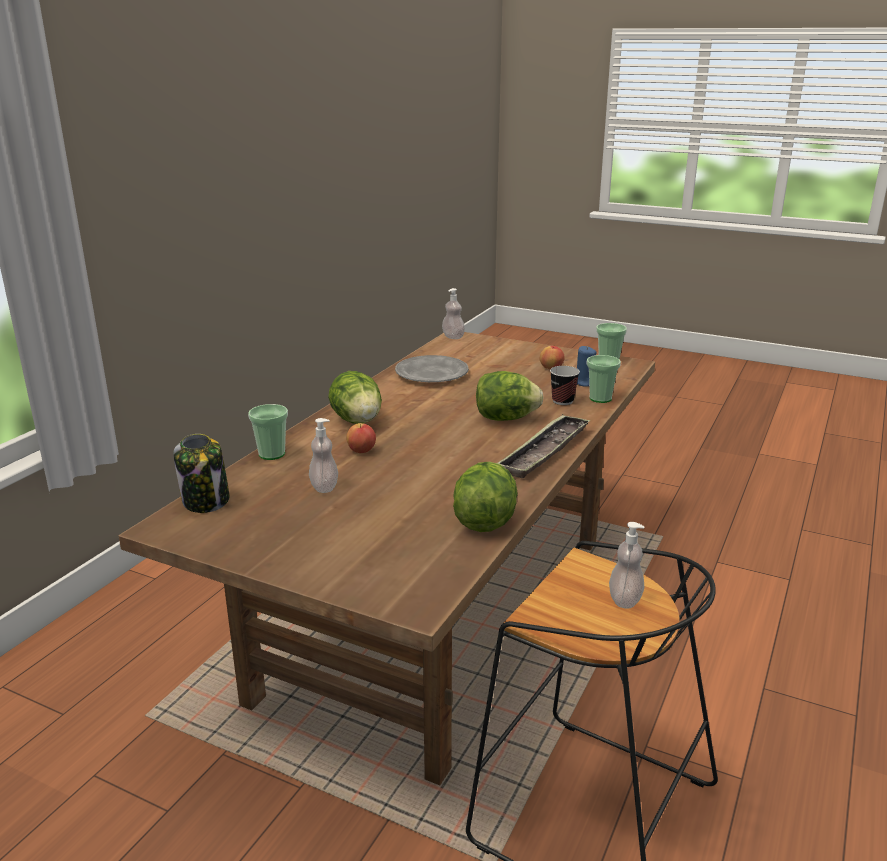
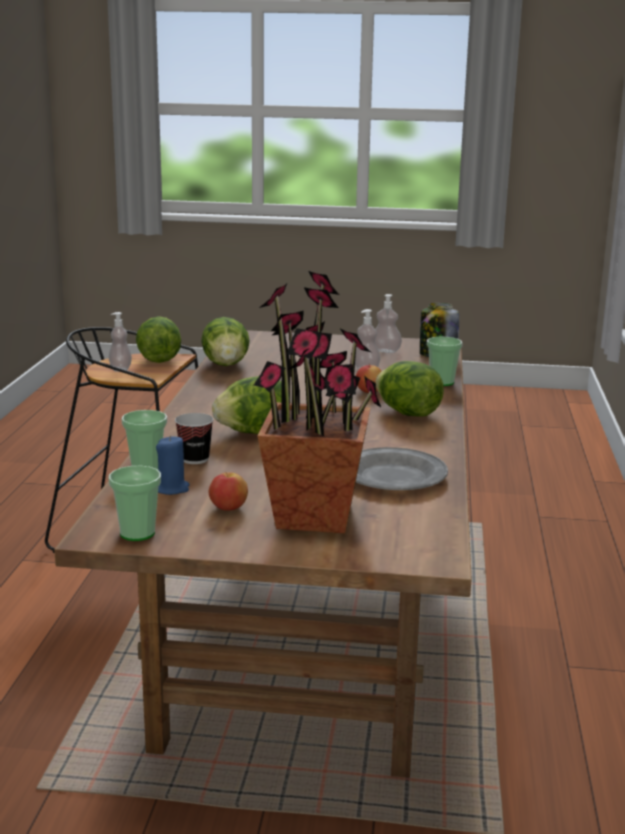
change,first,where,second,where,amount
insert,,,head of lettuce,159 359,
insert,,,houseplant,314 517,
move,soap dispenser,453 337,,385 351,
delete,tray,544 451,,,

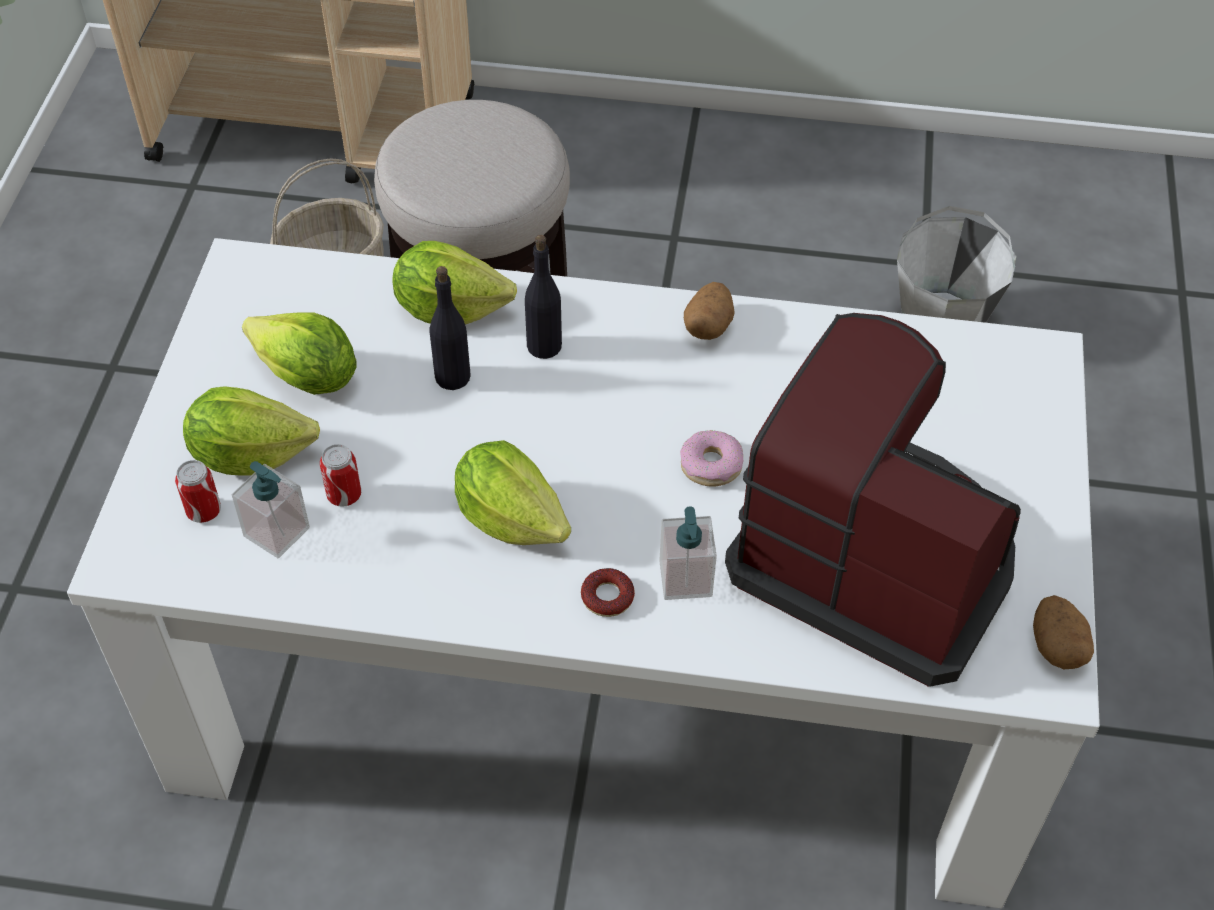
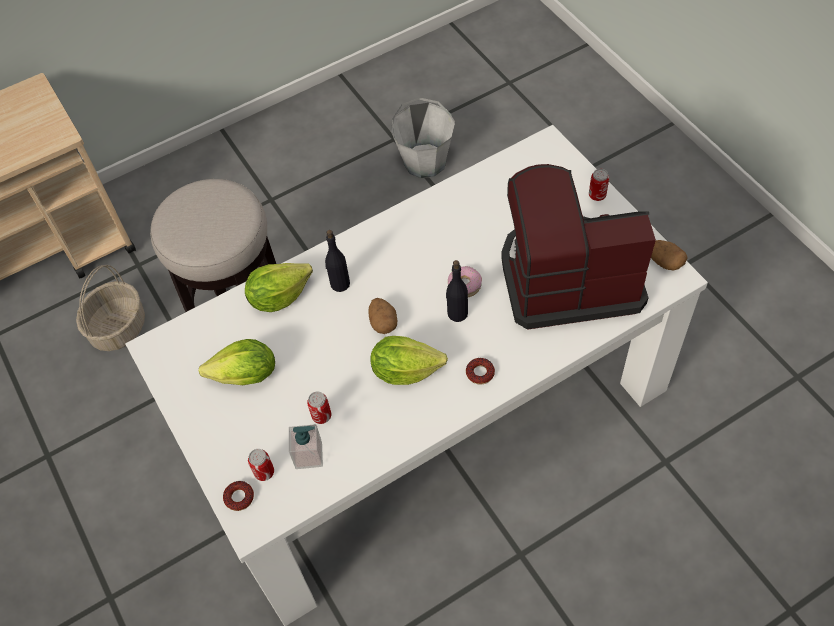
change,first,where,second,where,amount
insert,,,doughnut,239 497,
move,spud,708 326,,383 322,
move,beverage bottle in black-coloured,452 376,,457 313,
insert,,,metal can,597 195,
delete,head of lettuce,250 454,,,
delete,soap dispenser,685 579,,,

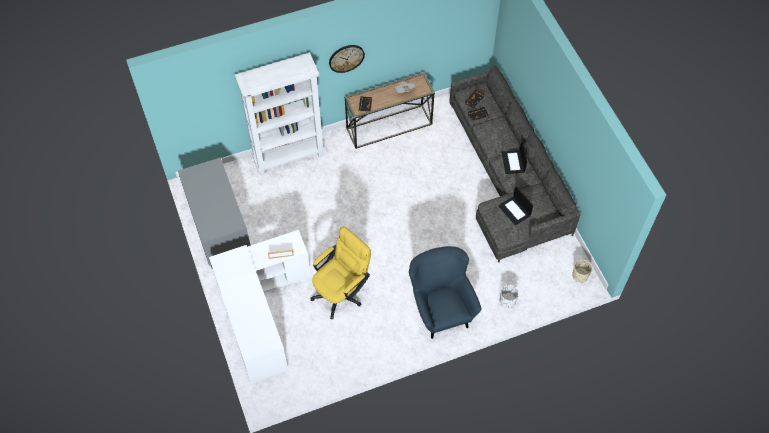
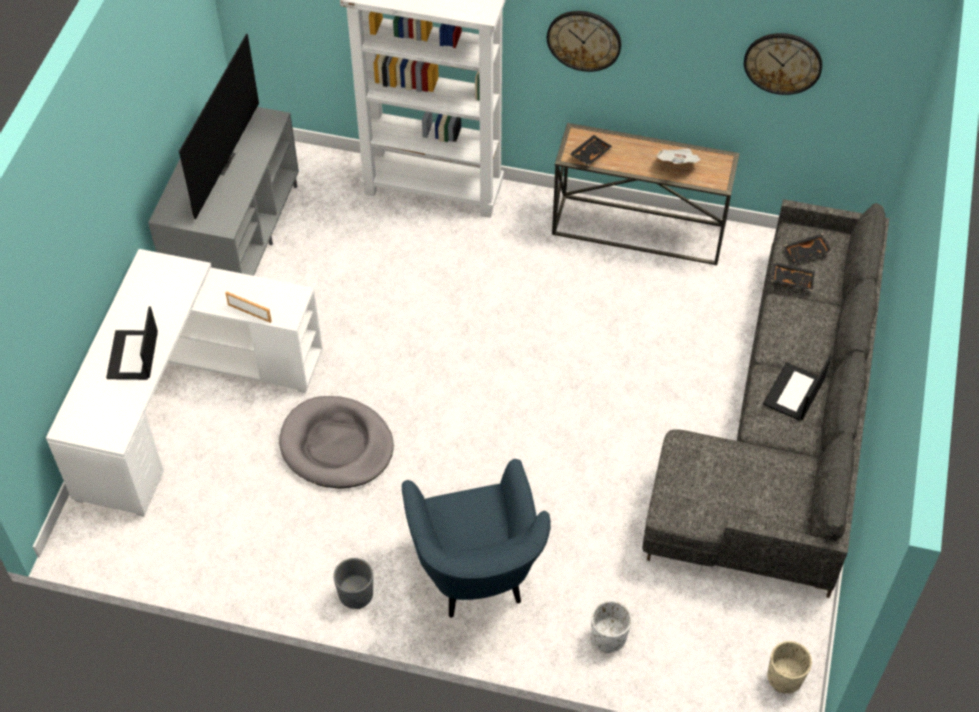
change,first,where,second,where,amount
move,notebook computer,515 211,,133 356,
insert,,,TV set,220 162,
replace,office chair in yellow,341 292,dog bed in grey,336 446,
insert,,,planter in grey,356 594,
rotate,easy chair in bluish,440 309,,476 577,150 degrees clockwise
insert,,,wall clock,783 63,

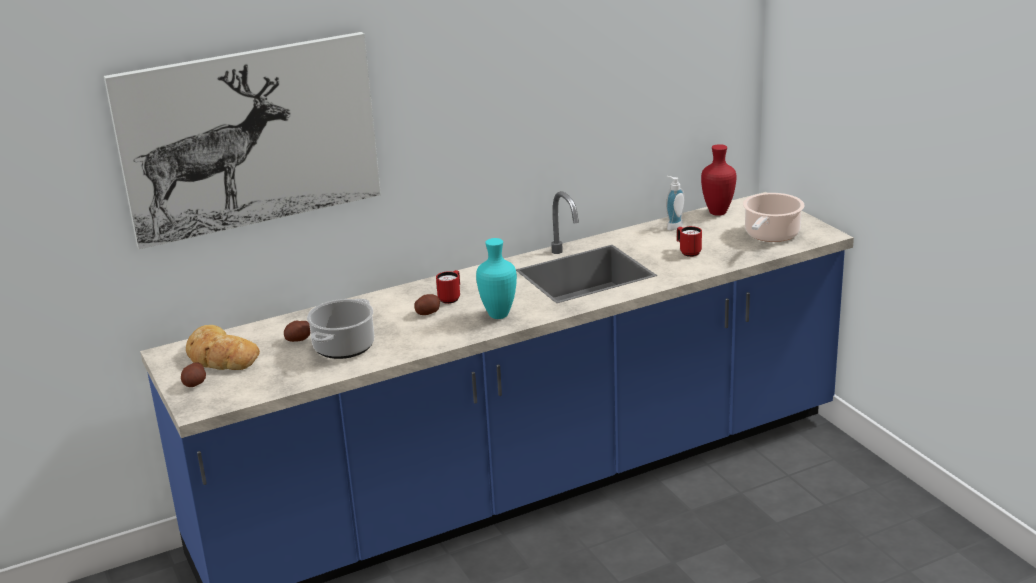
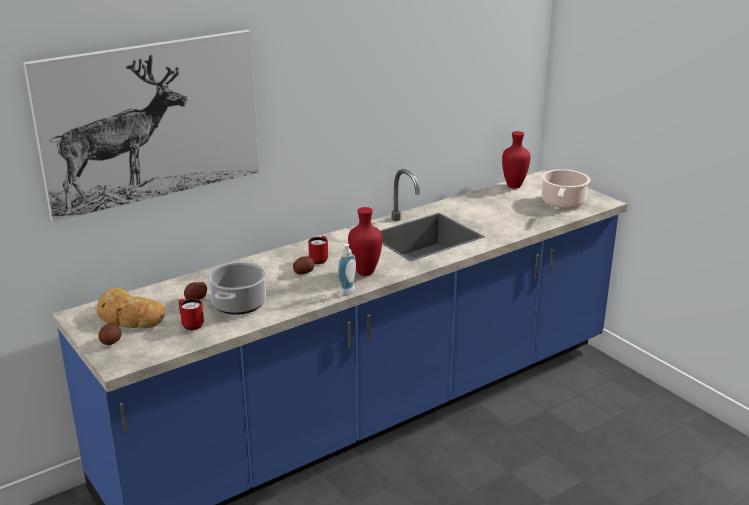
change,first,where,second,where,amount
move,mug in red,688 252,,190 324,
move,soap dispenser,673 226,,345 291,
recolor,vase in turquoise-coloured,498 316,vase in red,365 273,

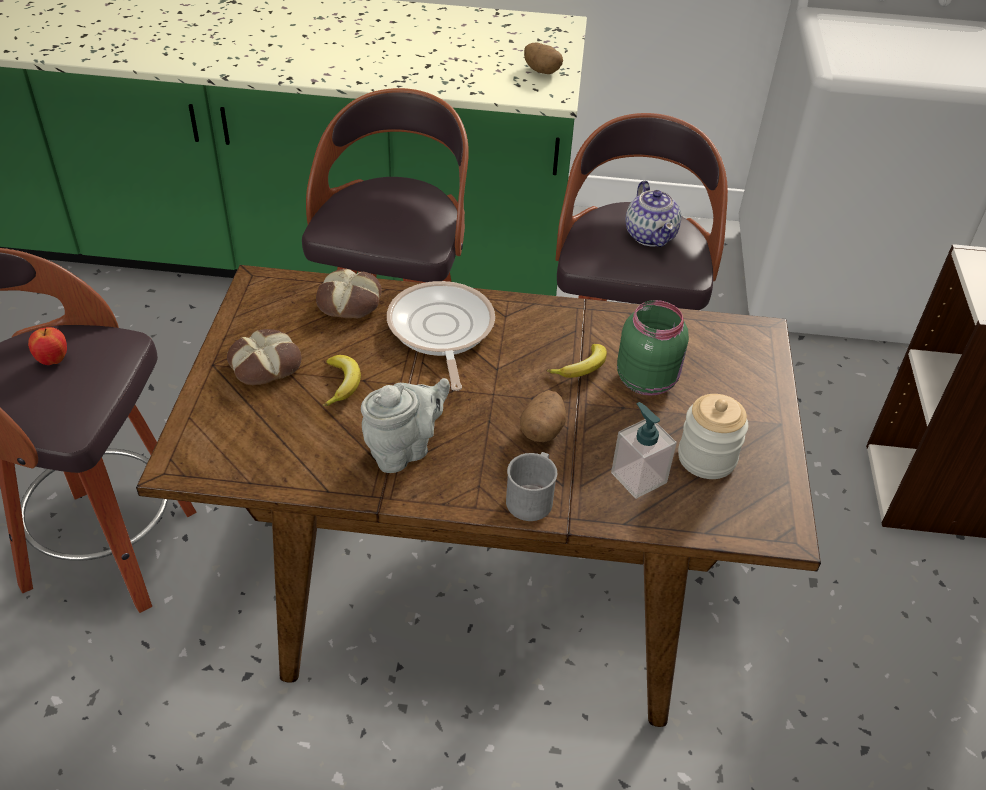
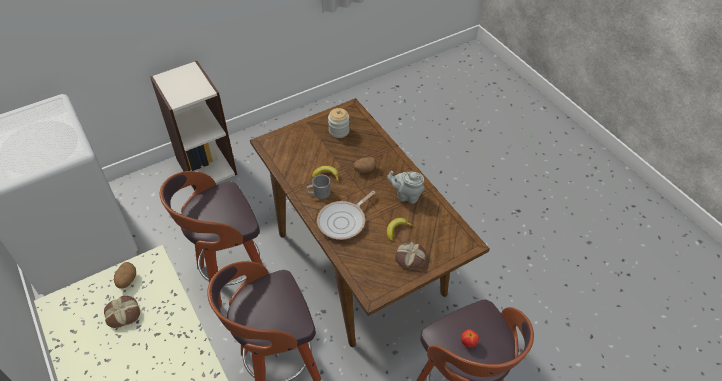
change,first,where,second,where,amount
move,bakery bread,350 301,,123 313,
move,mug in grey,532 497,,319 193,
delete,soap dispenser,638 477,,,
delete,preserve jar in green,647 379,,,
delete,tea pot,650 235,,,

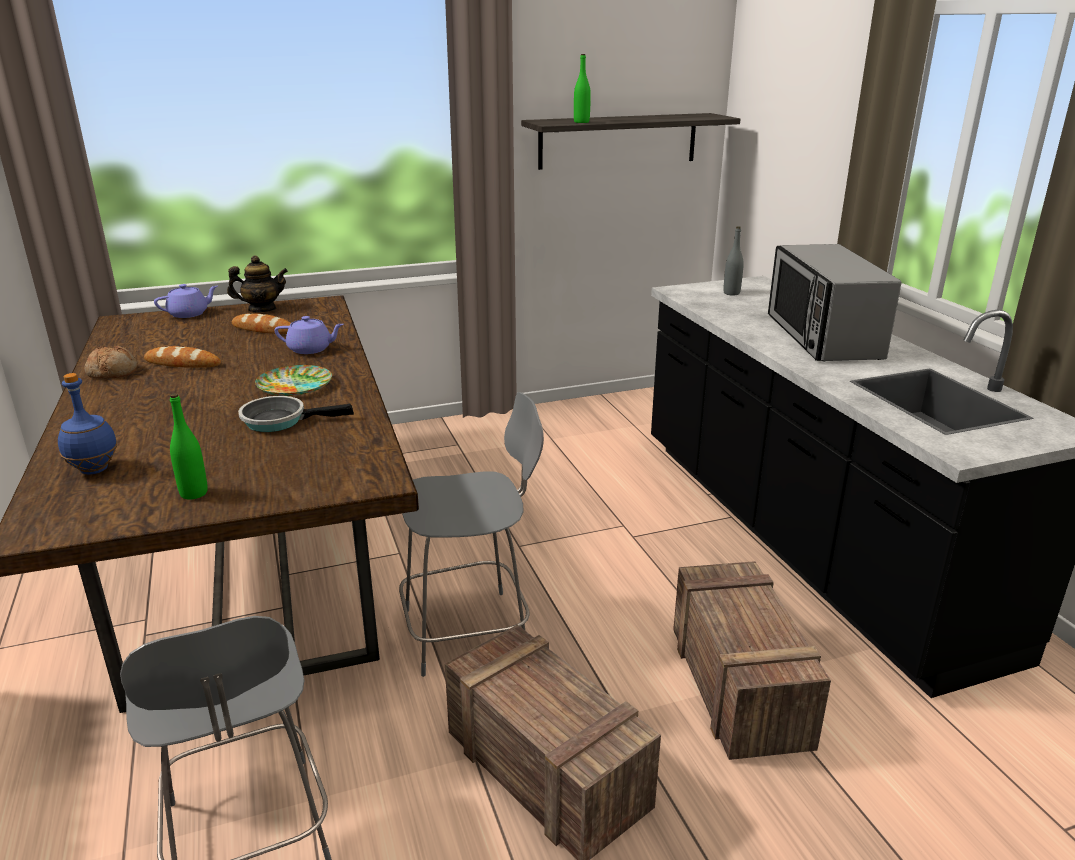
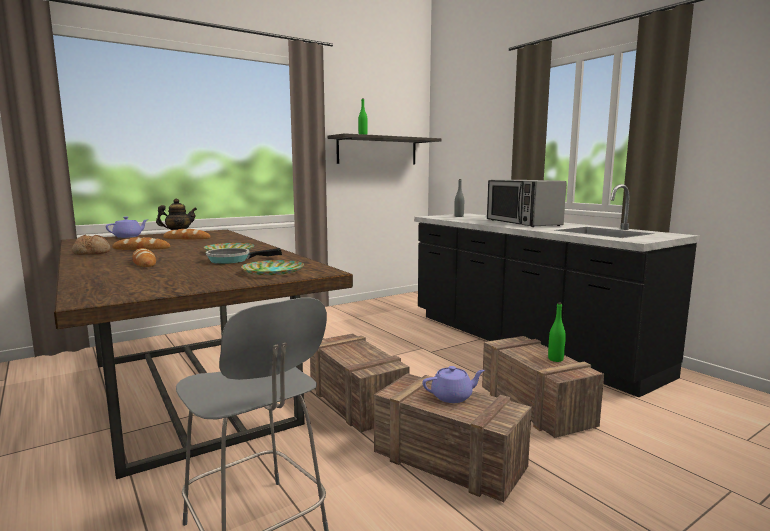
change,first,where,second,where,amount
insert,,,bakery bread,144 262,
insert,,,flat dish,272 271,
replace,plain chair in grey,470 631,crate,358 403,
move,tea pot in purple-coloured,311 349,,452 397,
move,beverage bottle in green,194 493,,555 359,
delete,beverage bottle in bluish,94 470,,,

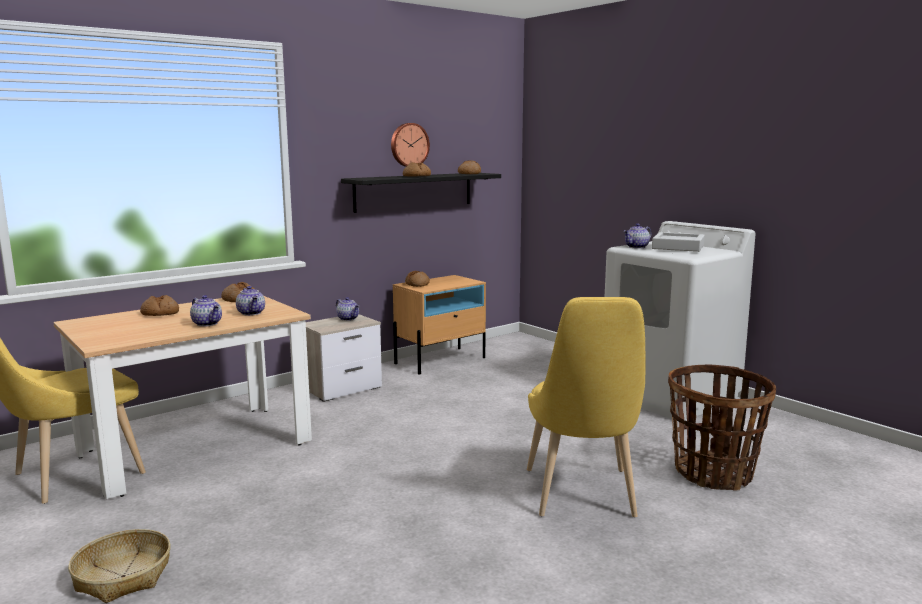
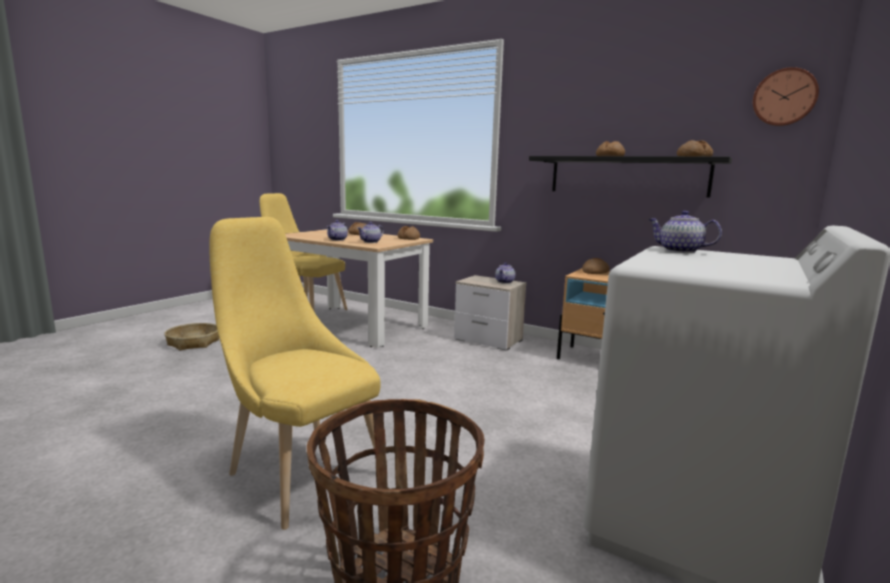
change,first,where,second,where,amount
rotate,plain chair in yellow,582 497,,300 471,60 degrees clockwise
move,wall clock,409 145,,784 97,
delete,tray in grey,678 247,,,

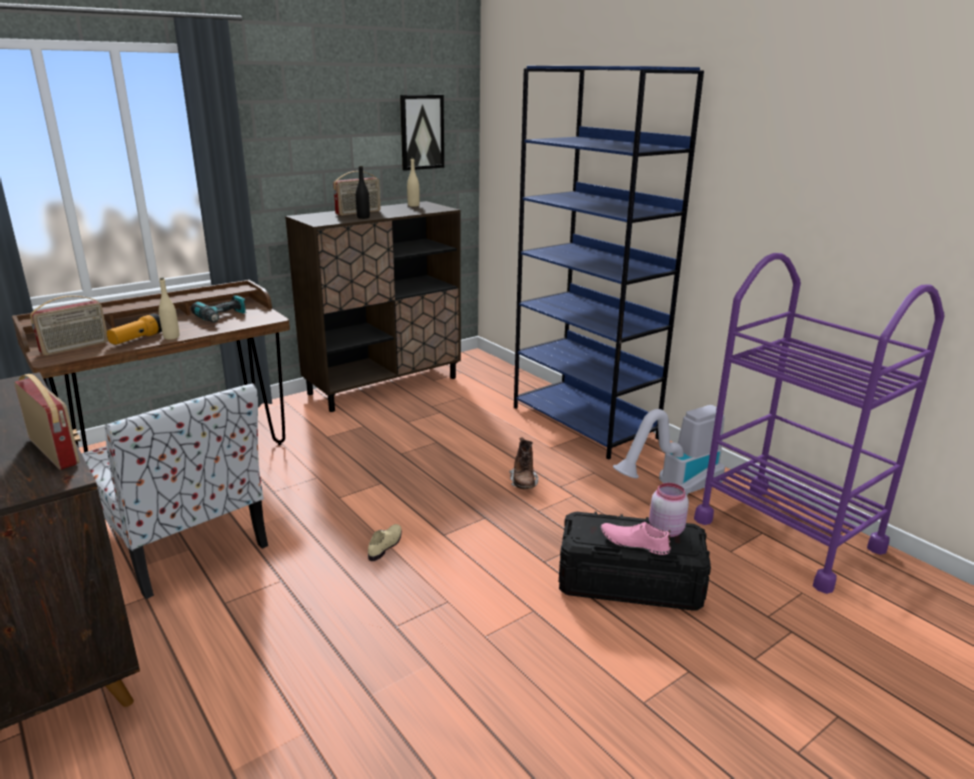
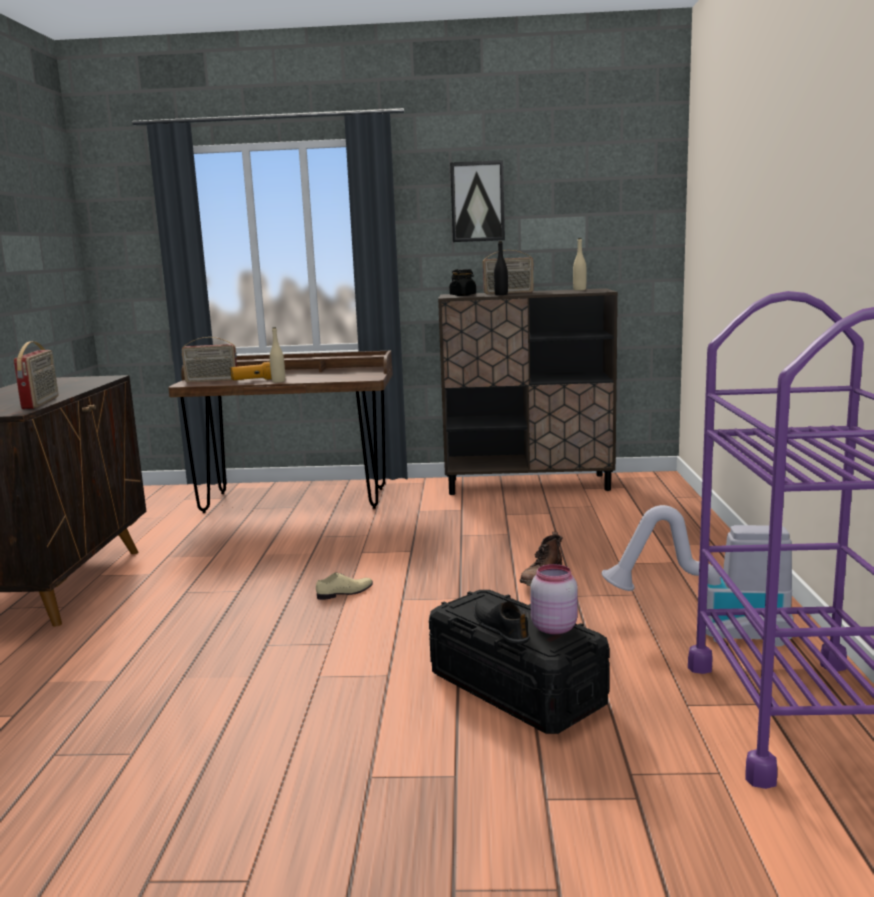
change,first,where,second,where,amount
insert,,,preserve jar in black-coloured,463 295,
move,wall art,421 132,,477 201,
recolor,low shoe in pink-coloured,634 543,low shoe in black-coloured,500 626,
delete,plain chair,182 541,,,
delete,electric drill,223 317,,,
delete,shelving unit in bluish,585 422,,,

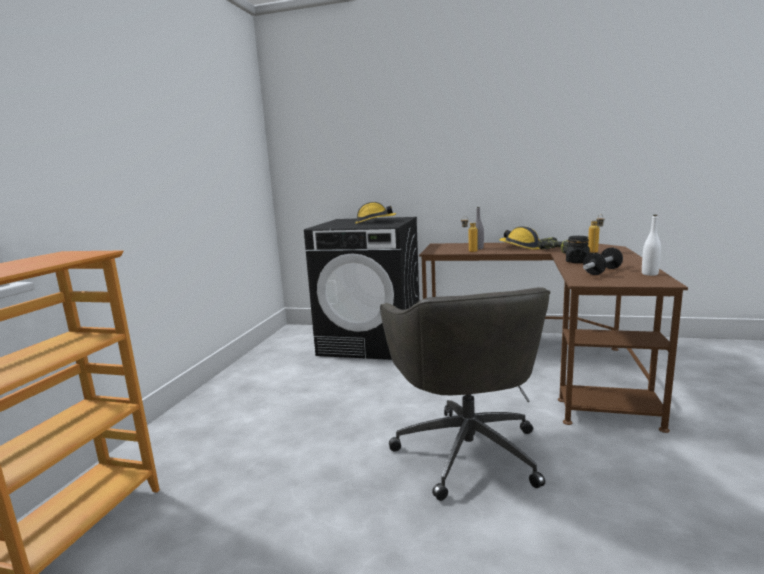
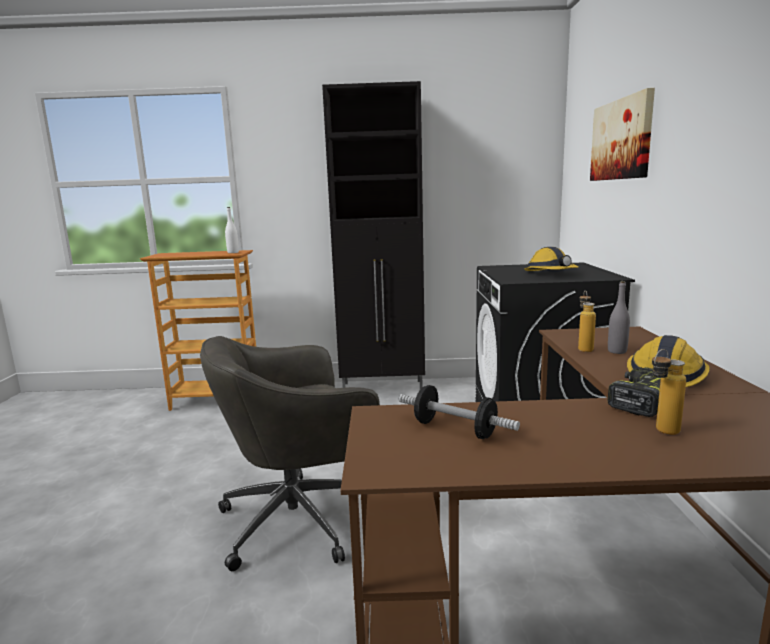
change,first,where,second,where,amount
move,beverage bottle in white,649 274,,233 252,
insert,,,storage cabinet in black-coloured,384 388,
insert,,,wall art,621 139,
delete,preserve jar in black-coloured,577 262,,,

